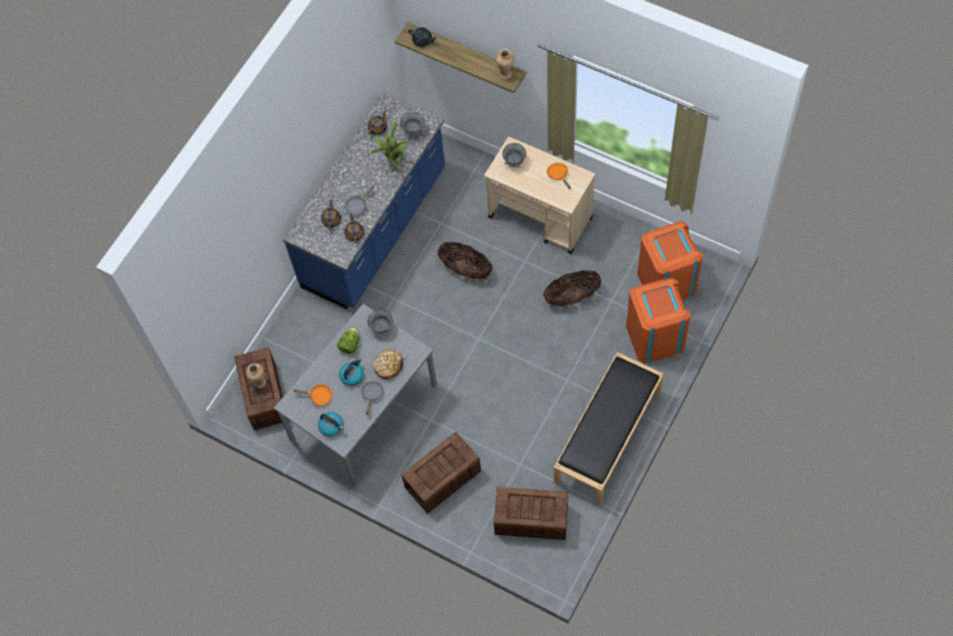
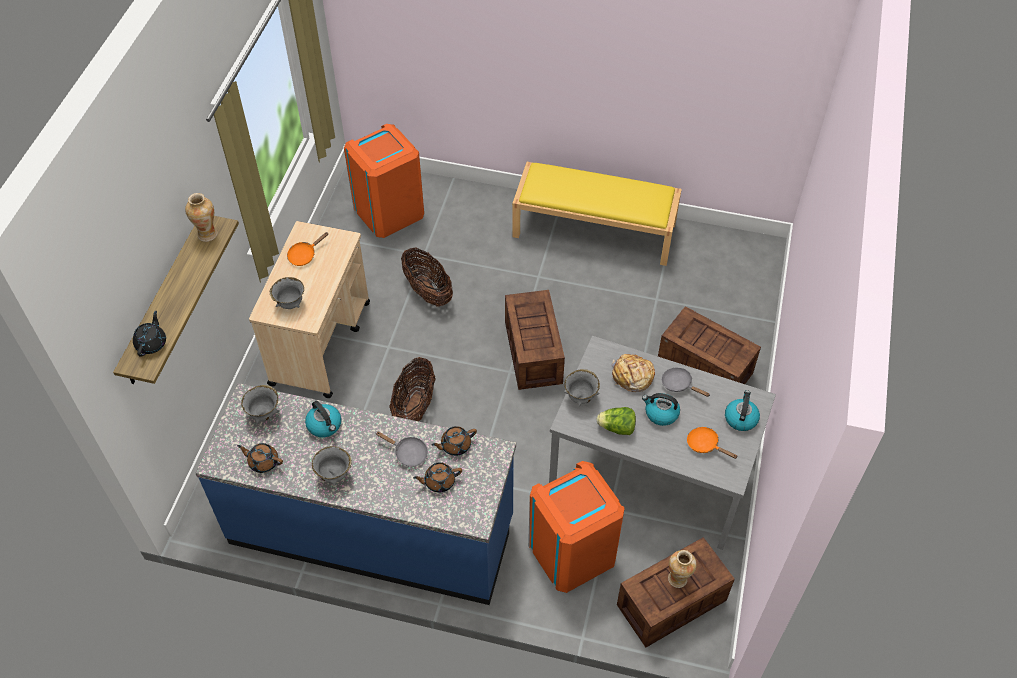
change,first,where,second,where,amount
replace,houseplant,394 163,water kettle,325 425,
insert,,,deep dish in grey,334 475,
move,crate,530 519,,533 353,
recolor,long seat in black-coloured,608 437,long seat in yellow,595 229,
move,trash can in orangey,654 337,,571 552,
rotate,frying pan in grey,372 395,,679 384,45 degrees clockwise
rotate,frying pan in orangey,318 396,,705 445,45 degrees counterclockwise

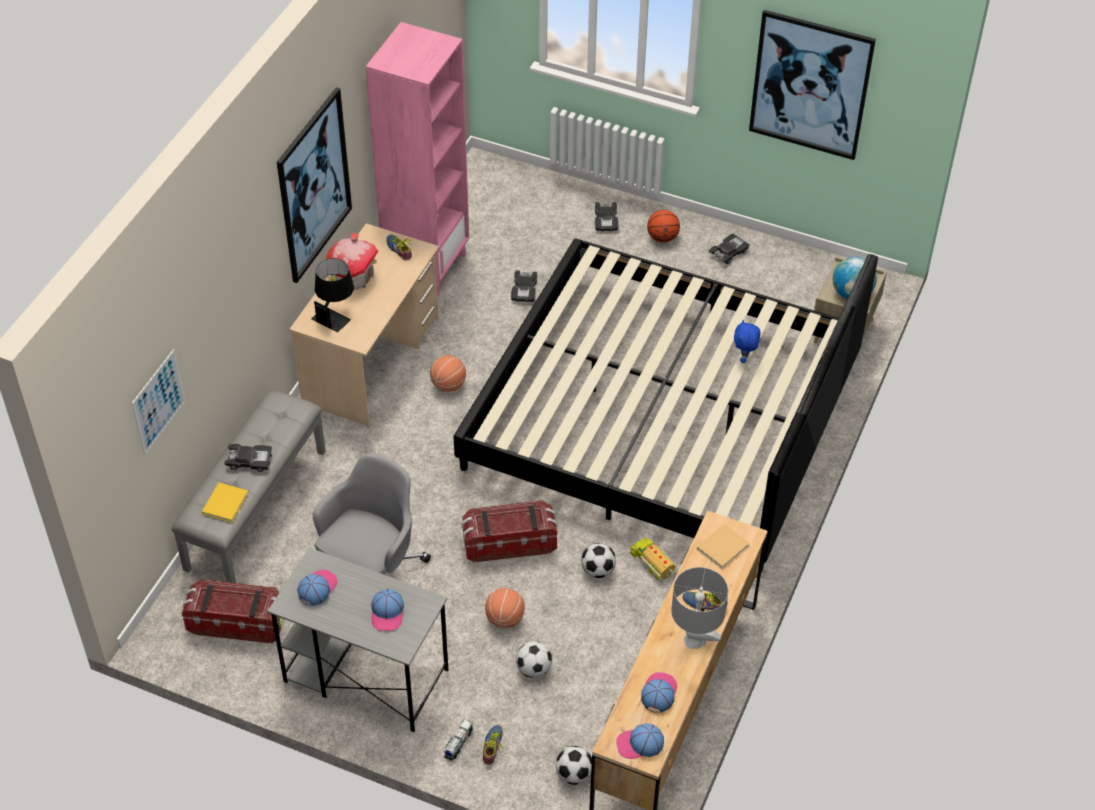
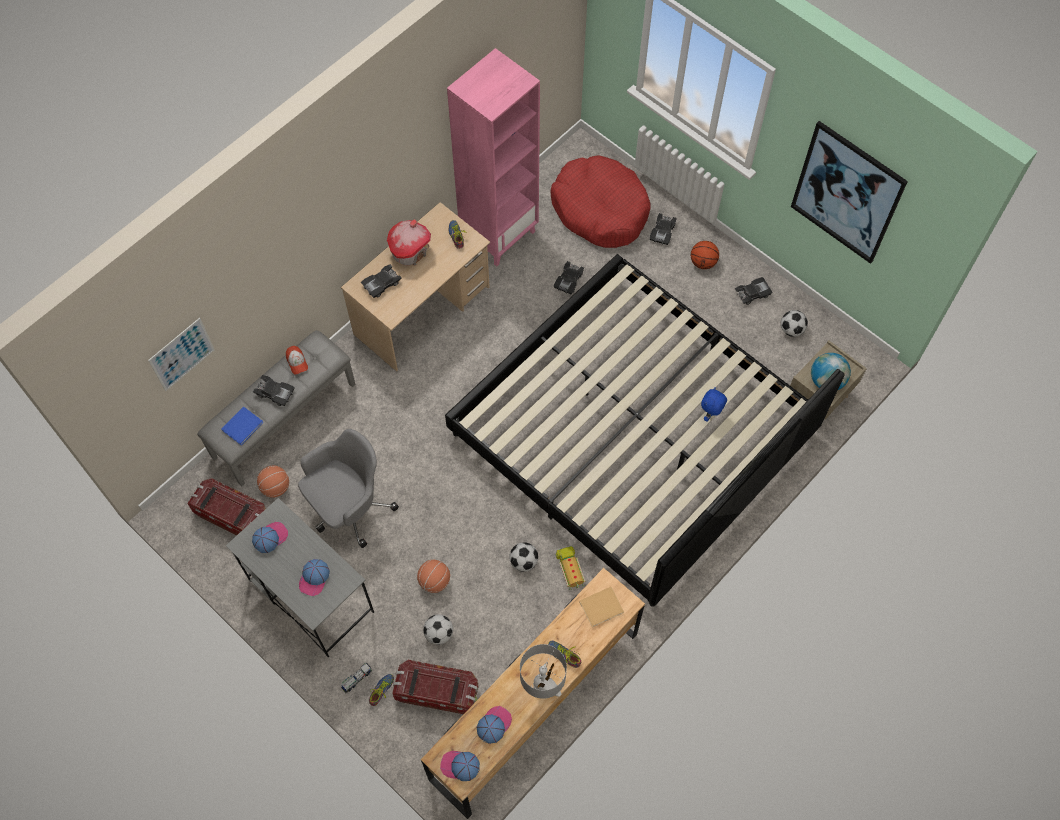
change,first,where,second,where,amount
recolor,book in yellow,226 502,book in bluish,243 425,
move,ball for basketball,448 385,,275 487,
insert,,,peaked cap,297 362,
replace,tabletop lamp in black-coloured,335 314,miniature car in black-coloured,381 284,
move,storage bin,509 543,,437 692,
insert,,,dog bed in red,600 209,
move,football,574 775,,791 330,
delete,wall art,314 185,,,

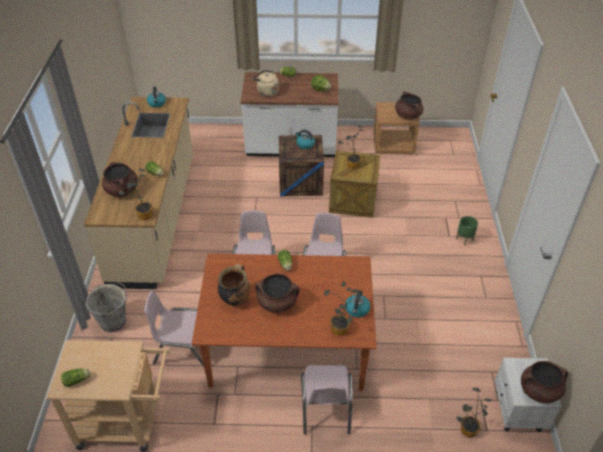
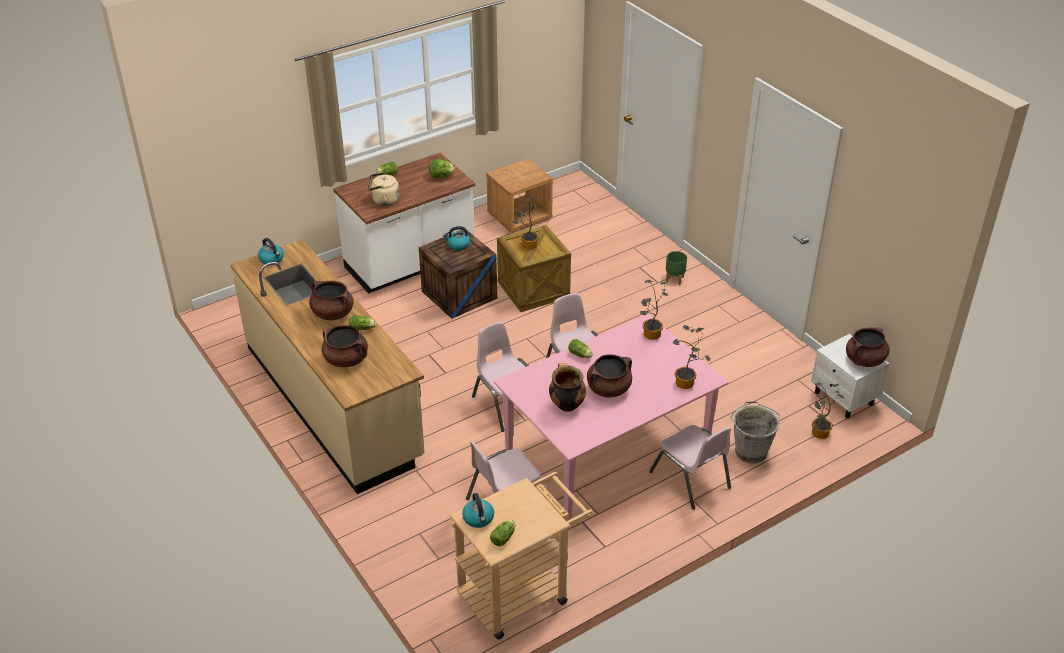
change,first,where,second,where,amount
move,cooking pot in brown-coloured,407 115,,332 313,
move,water kettle,357 310,,478 518,
recolor,dinner table in brown-coloured,288 348,dinner table in pink-coloured,607 450,
move,houseplant,142 215,,650 335,
move,bucket in grey,114 321,,750 451,

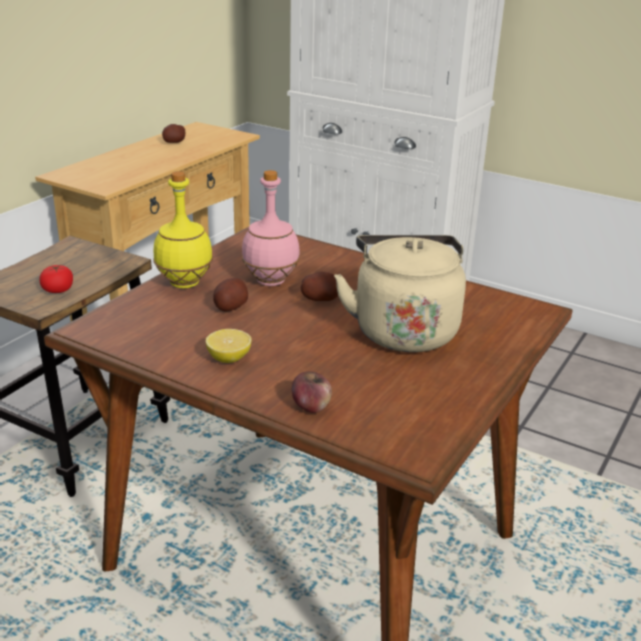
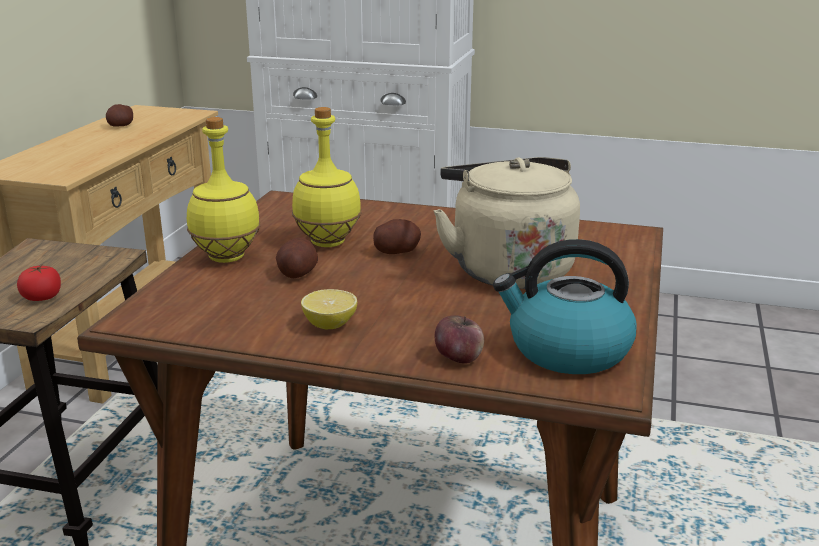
change,first,where,second,where,amount
recolor,beverage bottle in pink-coloured,270 281,beverage bottle in yellow,327 242,
insert,,,water kettle,567 350,

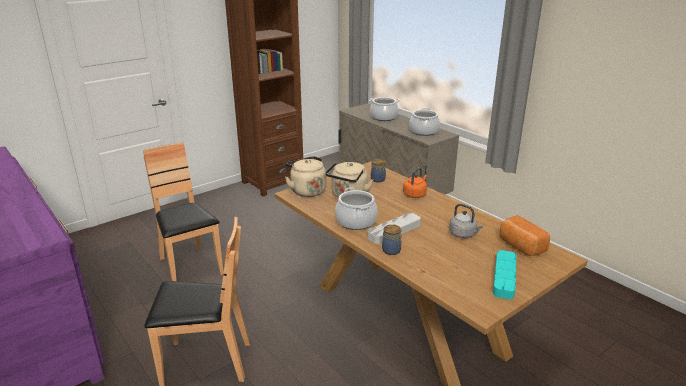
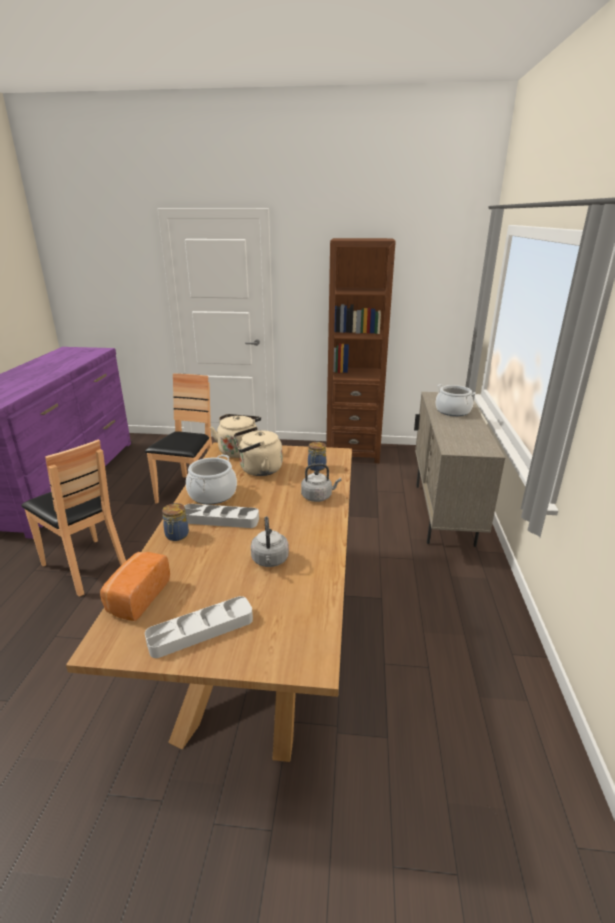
change,first,where,second,where,amount
move,bakery bread,520 246,,136 597,
recolor,tray in turquoise-coloured,504 277,tray in grey,201 630,
recolor,water kettle in orangey,415 194,water kettle in grey,318 497,
delete,cooking pot,424 131,,,

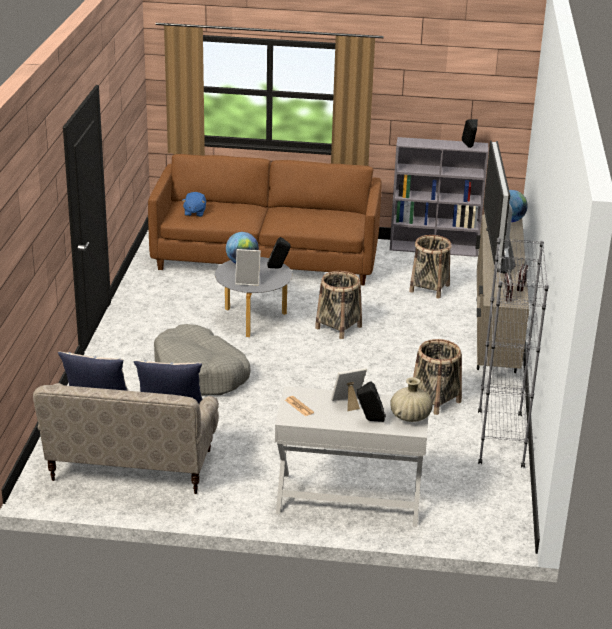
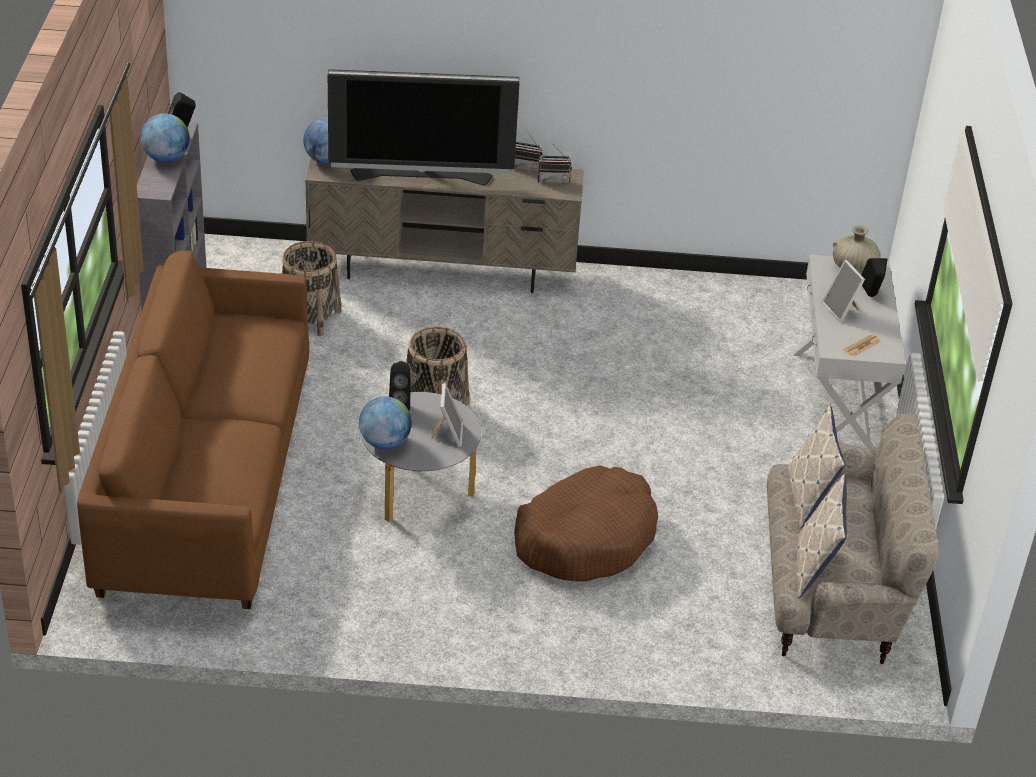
change,first,where,second,where,amount
insert,,,world globe,166 158,
recolor,dog bed in grey,200 373,dog bed in brown-coloured,585 538,
delete,plush toy in bluish,194 213,,,
delete,basket,435 400,,,
delete,shelving unit in grey,500 438,,,

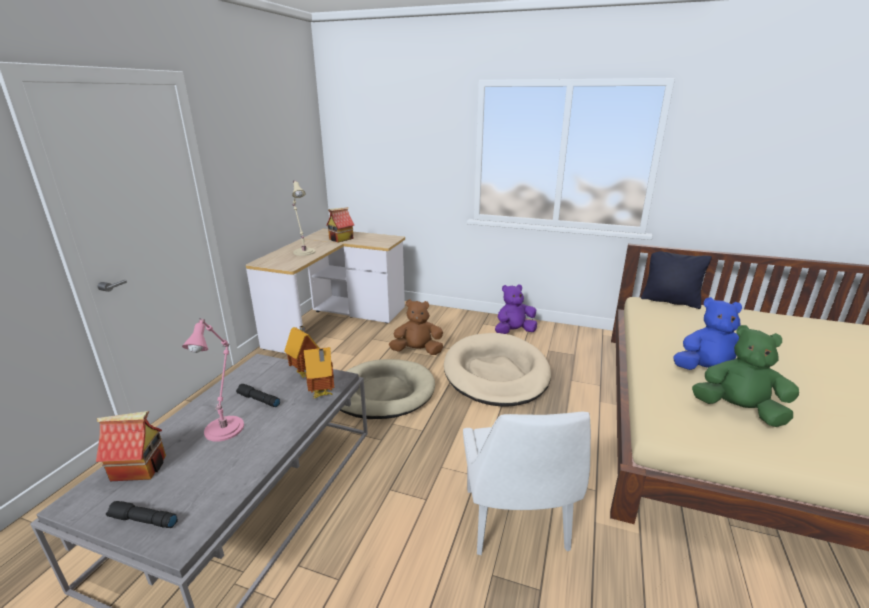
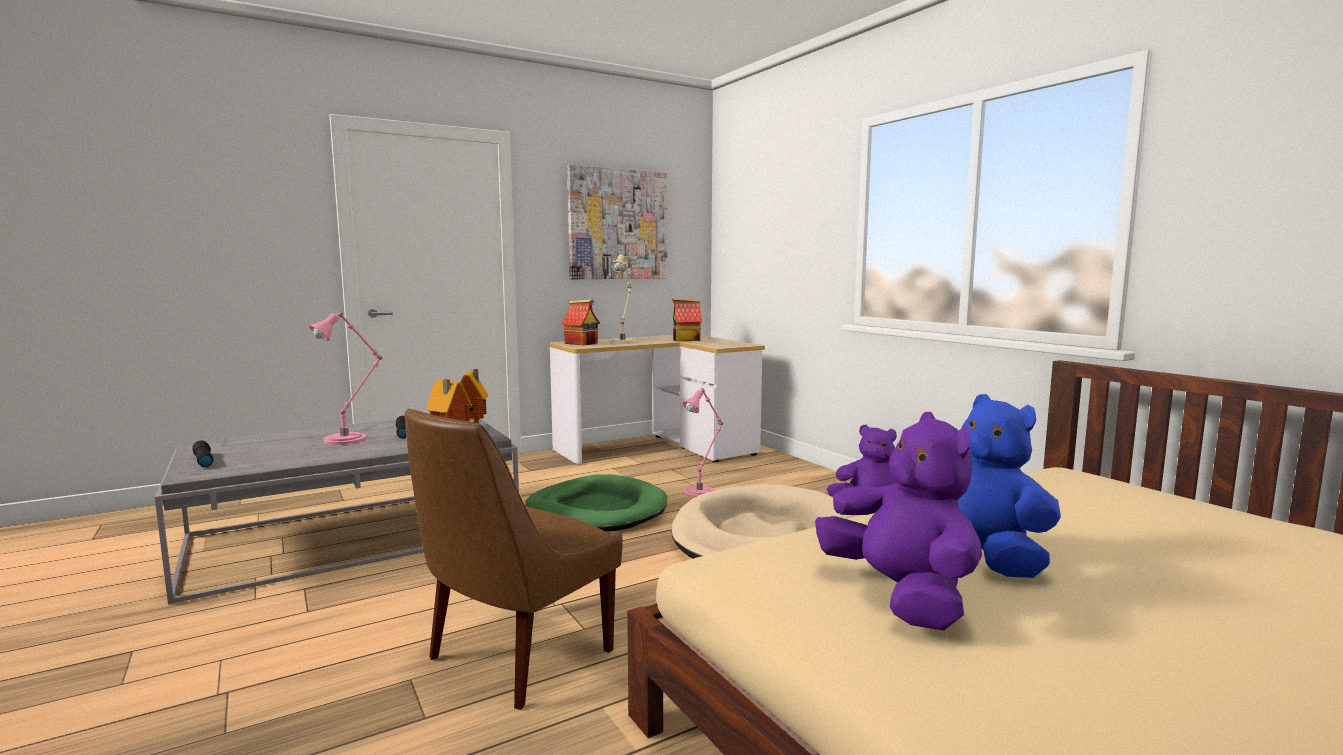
change,first,where,second,where,amount
recolor,plain chair in white,516 522,plain chair in brown-coloured,515 657,
recolor,dog bed in beige,383 393,dog bed in green,597 511,
move,miniature house,140 467,,582 343,
insert,,,wall art,618 224,
replace,plush toy in brown-coloured,417 351,tabletop lamp in pink-coloured,701 491,
recolor,plush toy in green,738 410,plush toy in purple-coloured,900 596,
delete,cushion in black-coloured,670 301,,,

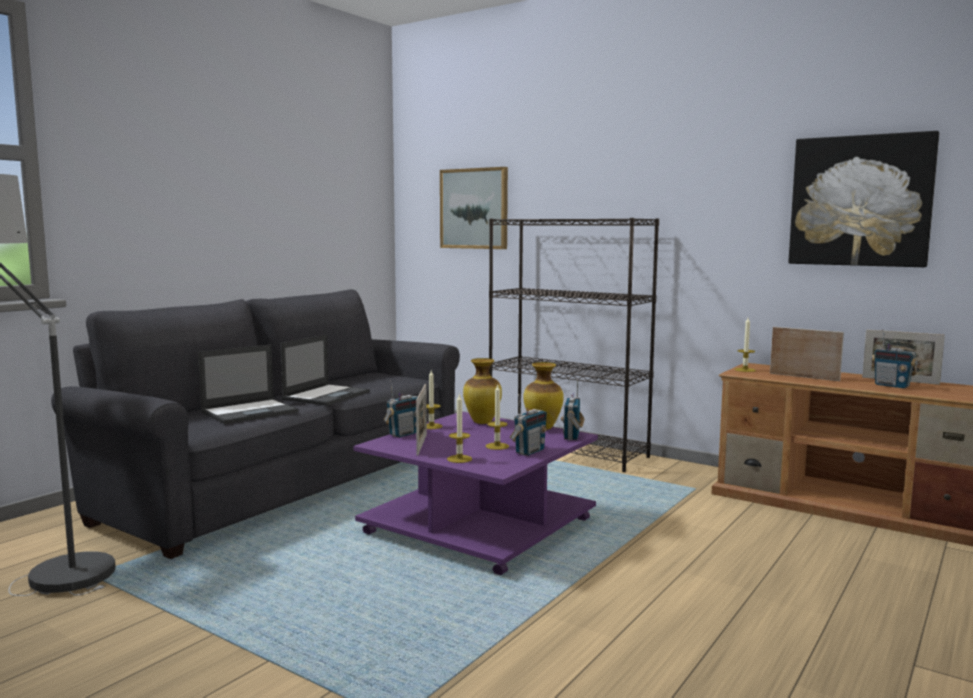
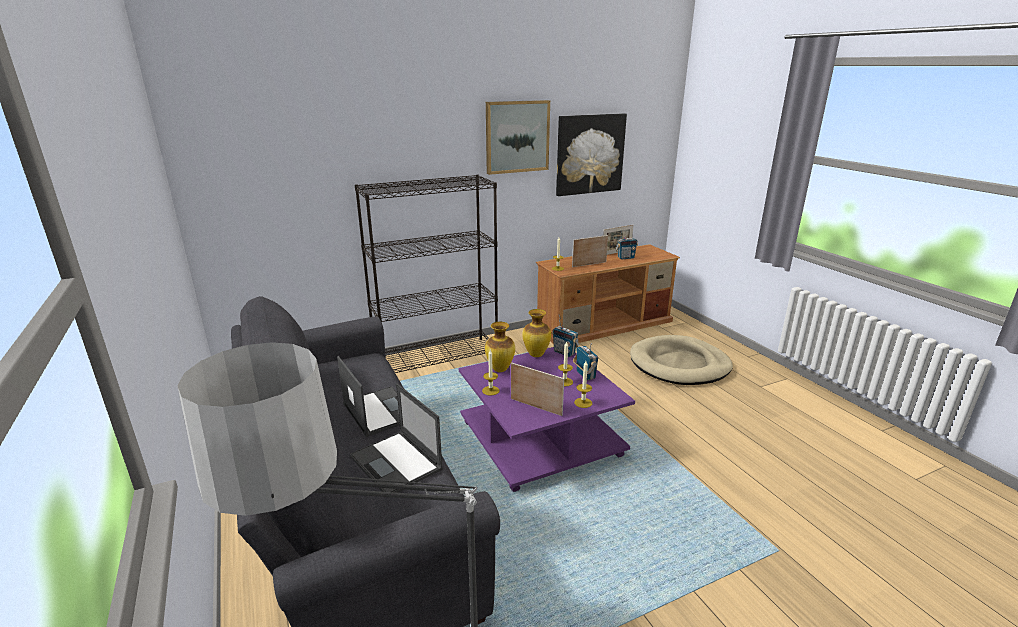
change,first,where,second,where,amount
rotate,notebook computer,250 412,,397 463,150 degrees clockwise
move,wall art,474 208,,517 137,
insert,,,dog bed in beige,679 364,
delete,radio,404 434,,,

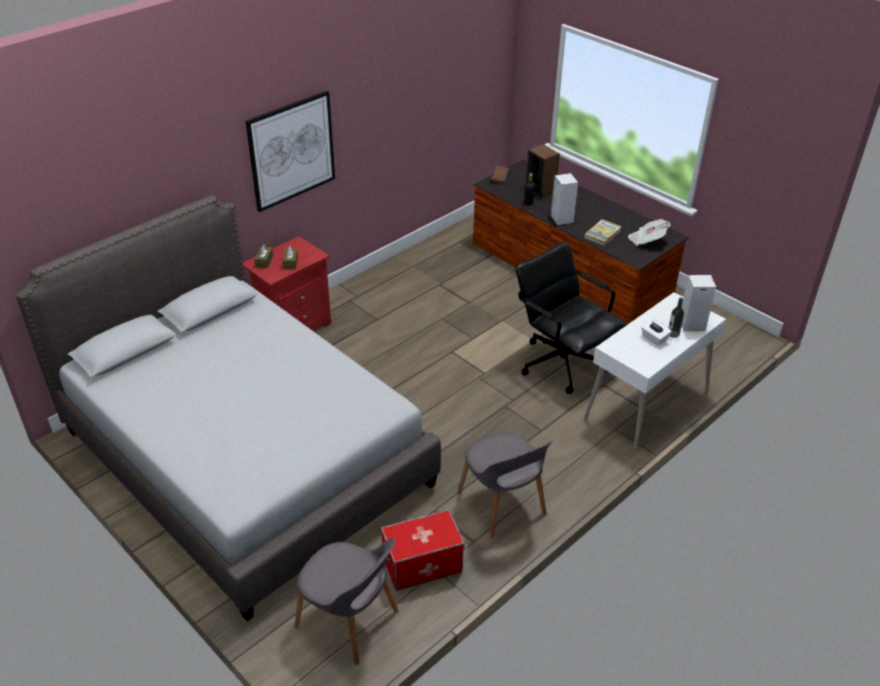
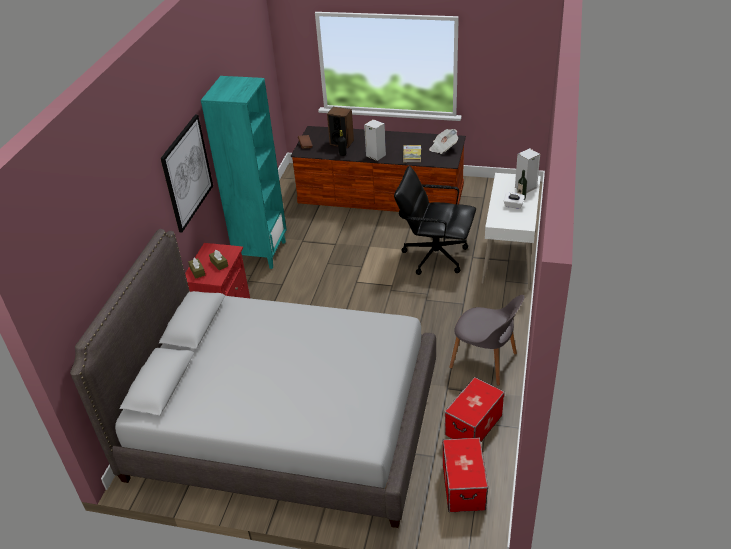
change,first,where,second,where,amount
insert,,,shelving unit in turquoise-coloured,261 253,
replace,plain chair in grey,349 621,storage bin,464 486,

